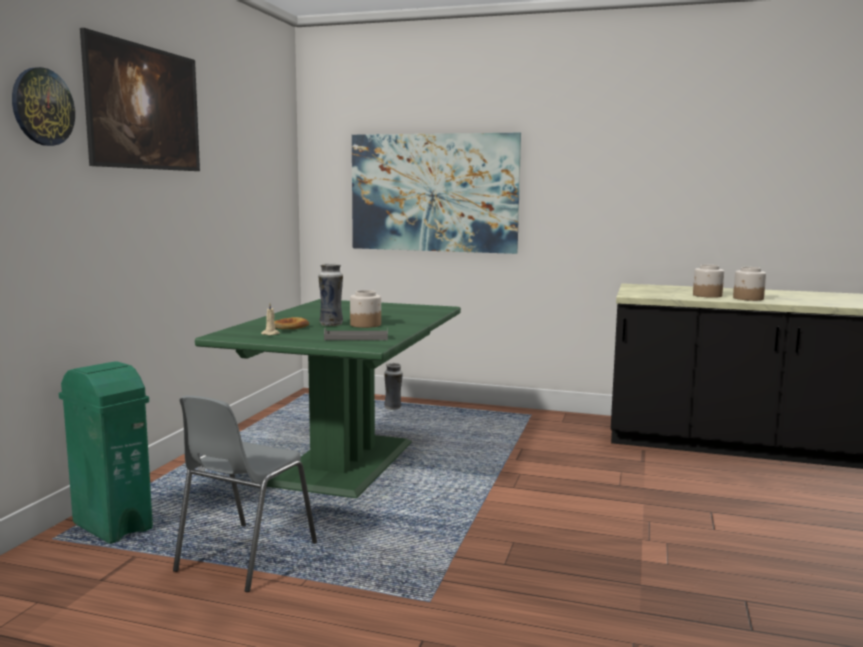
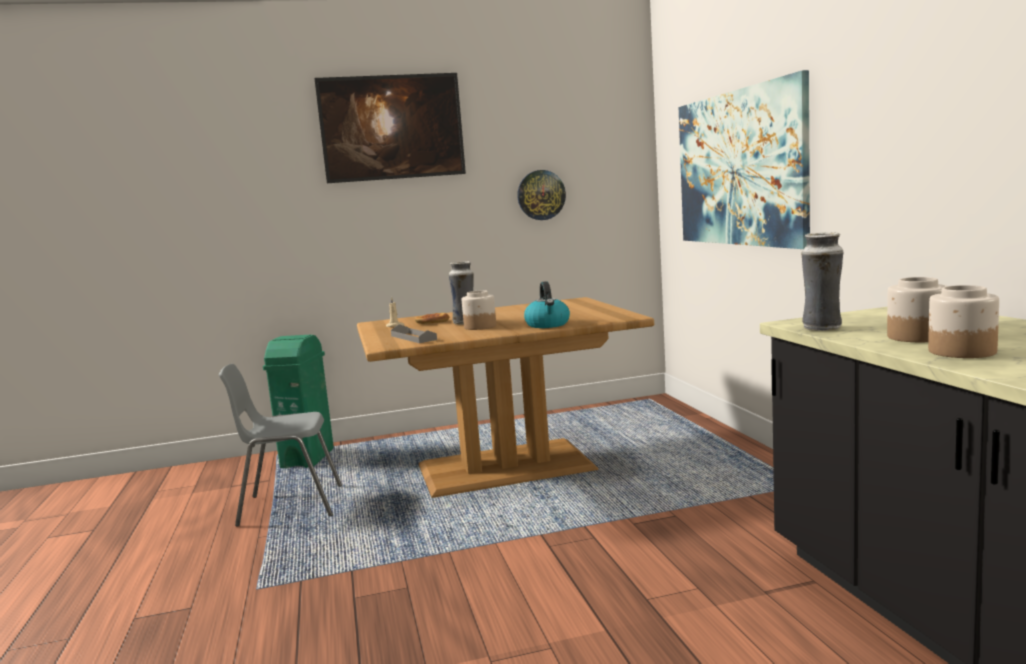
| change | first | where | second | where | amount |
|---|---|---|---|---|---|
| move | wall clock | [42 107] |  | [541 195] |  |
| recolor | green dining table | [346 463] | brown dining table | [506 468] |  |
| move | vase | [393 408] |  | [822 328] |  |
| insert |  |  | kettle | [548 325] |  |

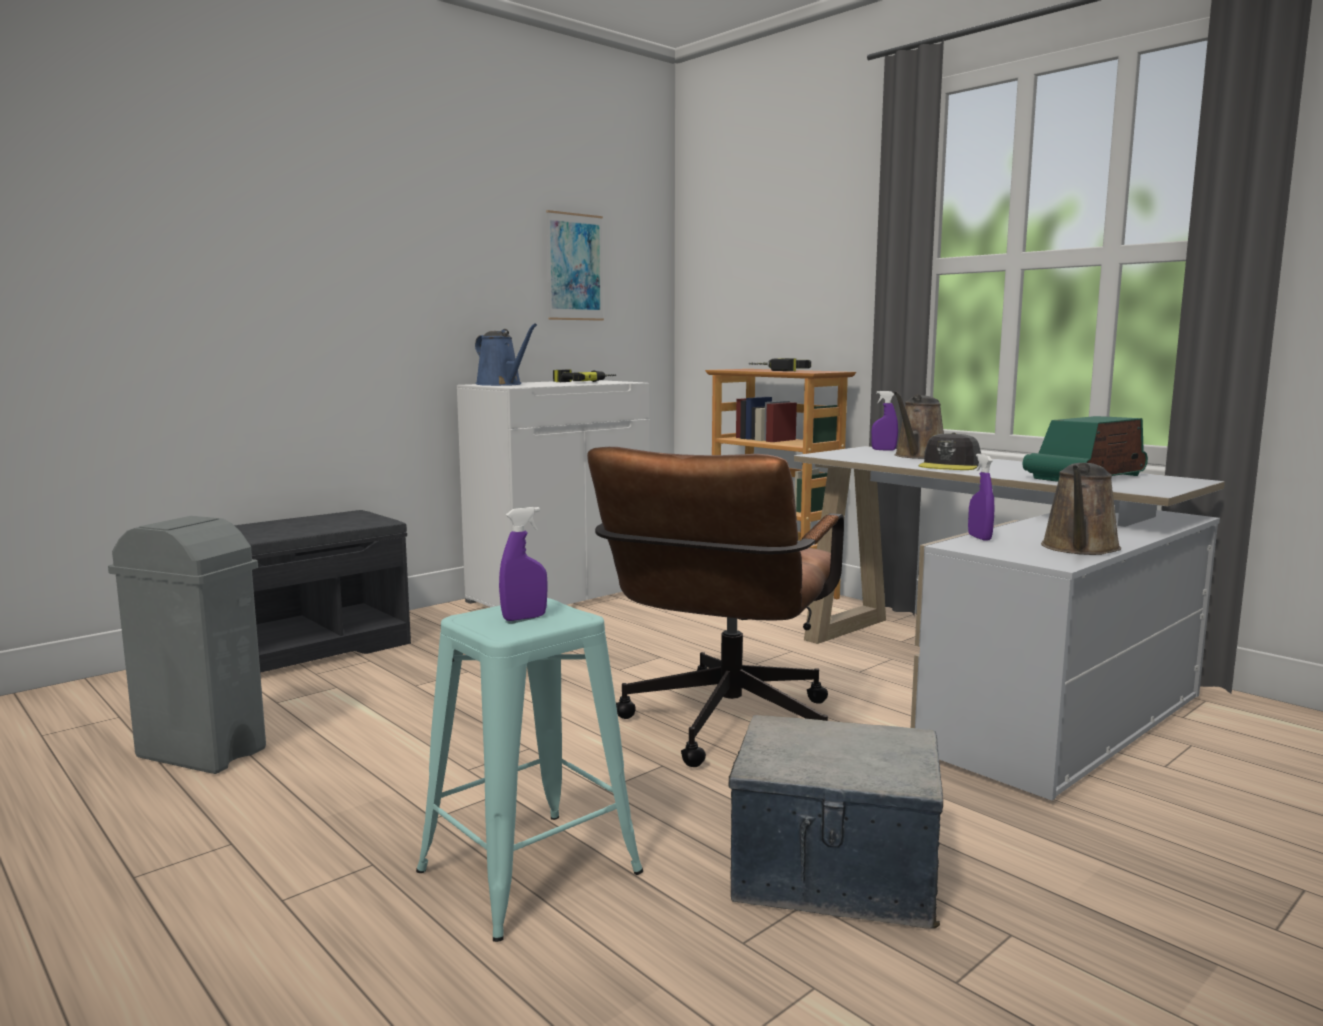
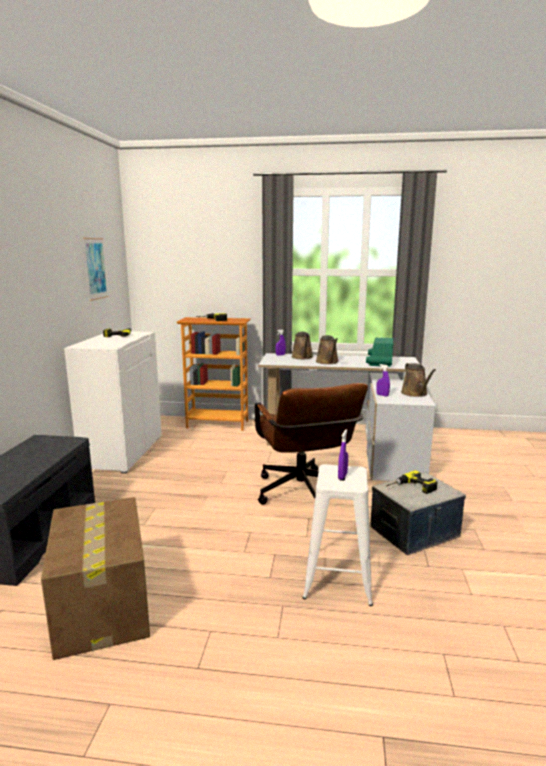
| change | first | where | second | where | amount |
|---|---|---|---|---|---|
| replace | grey trash can | [201 753] | cardboard box | [102 603] |  |
| recolor | turquoise stool | [529 872] | white stool | [338 578] |  |
| delete | blue watering can | [502 384] |  |  |  |
| replace | grey cap | [950 466] | brown watering can | [328 362] |  |
| insert |  |  | power drill | [411 488] |  |

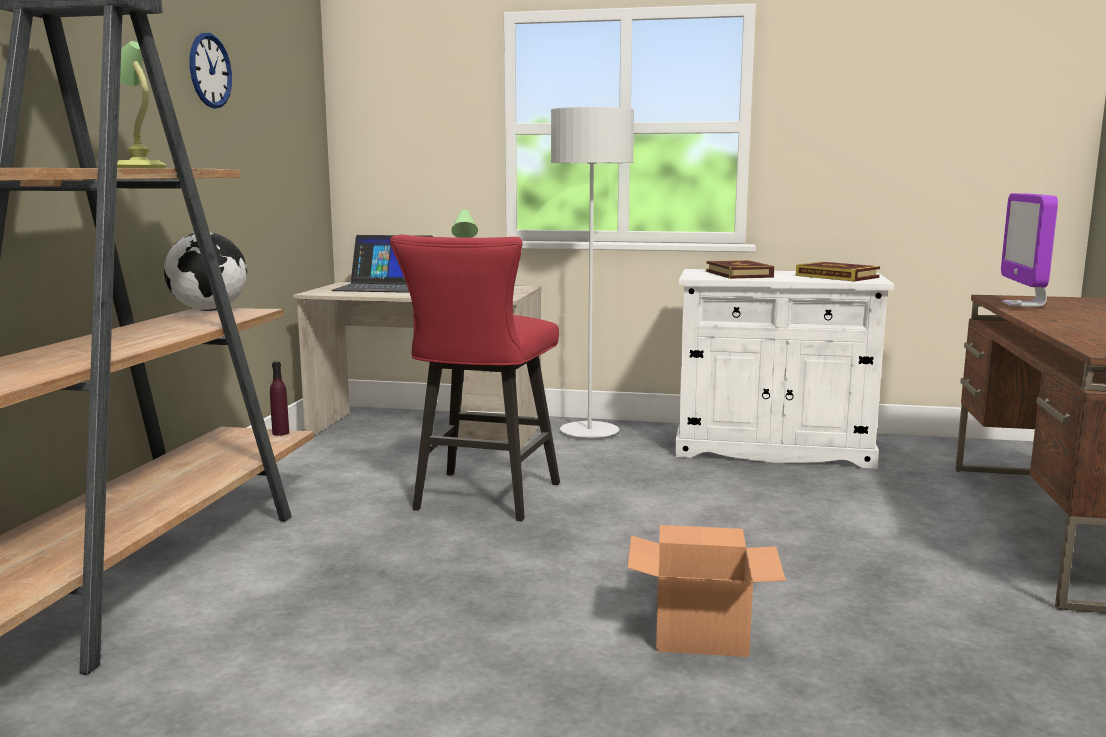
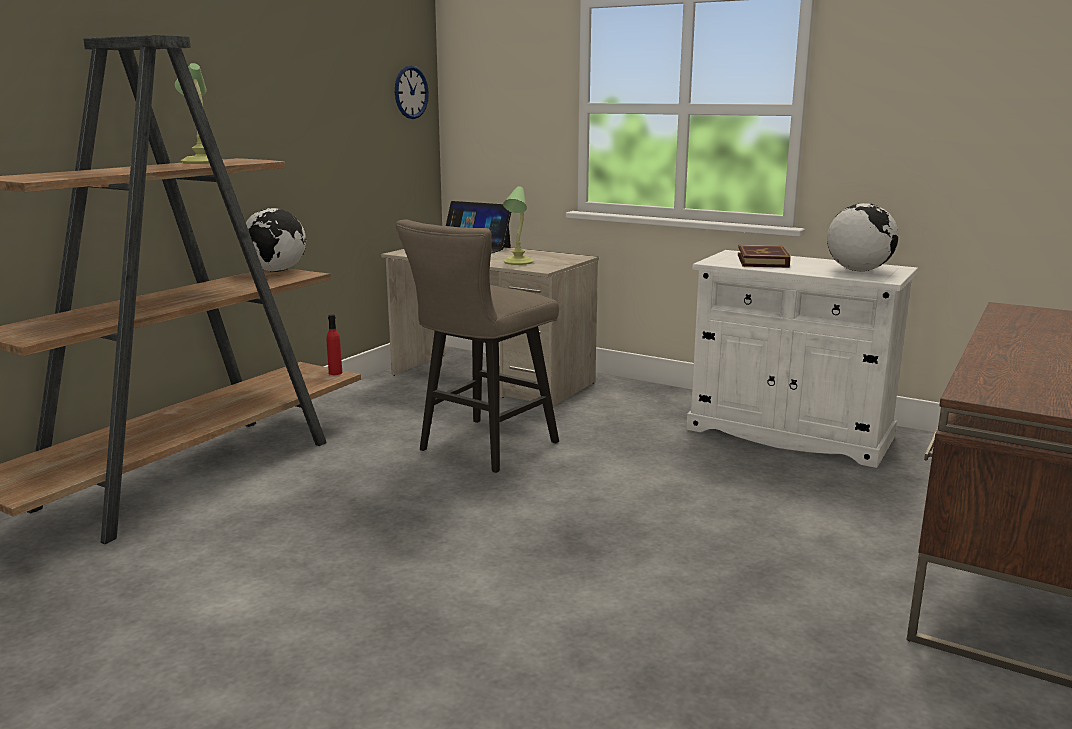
| change | first | where | second | where | amount |
|---|---|---|---|---|---|
| move | wall clock | [210 70] |  | [411 92] |  |
| recolor | purple bottle | [280 433] | red bottle | [335 373] |  |
| recolor | red stool | [482 500] | beige stool | [481 448] |  |
| delete | grey floor lamp | [589 432] |  |  |  |
| delete | cardboard box | [699 633] |  |  |  |
| replace | book | [837 276] | globe | [858 270] |  |
| delete | monitor | [1023 304] |  |  |  |

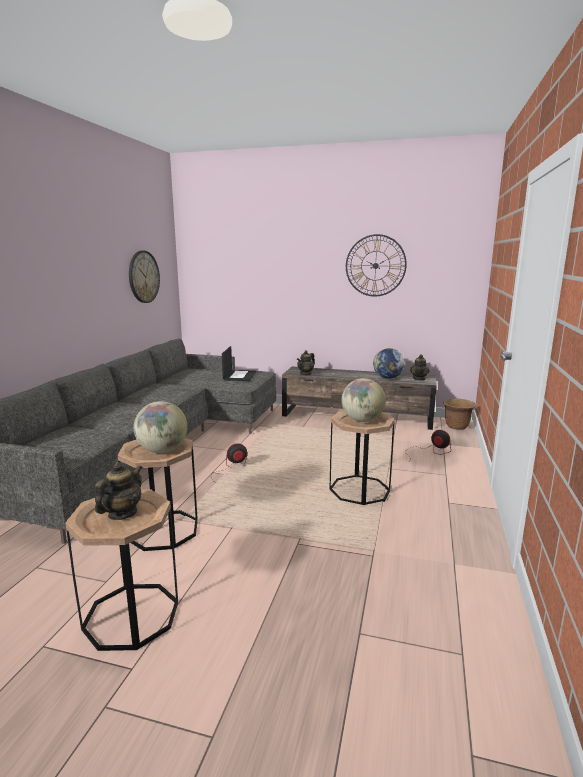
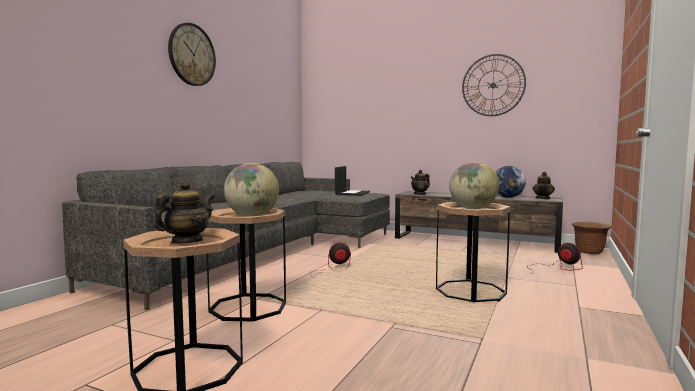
| change | first | where | second | where | amount |
|---|---|---|---|---|---|
| move | wall clock | [143 277] |  | [192 55] |  |

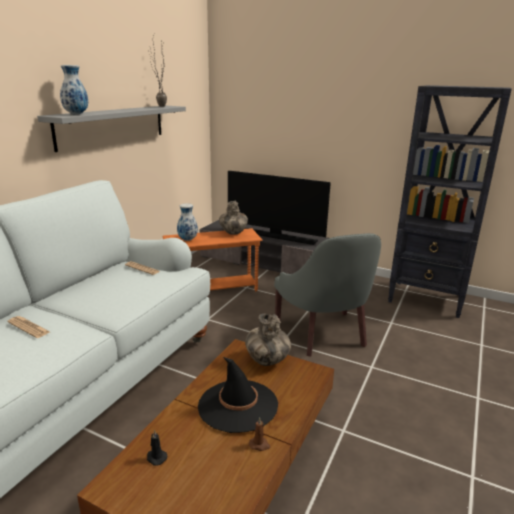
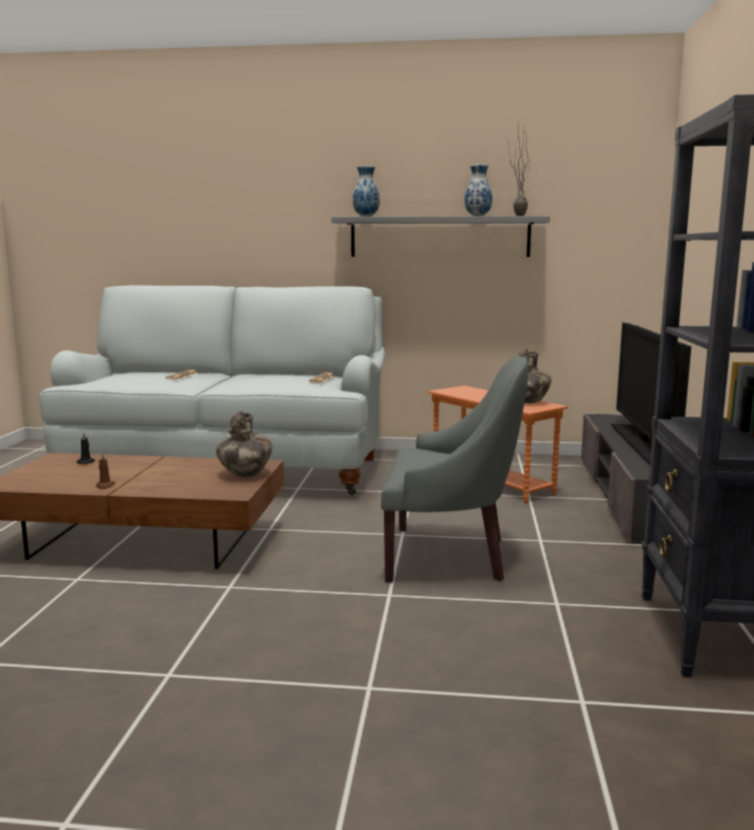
| change | first | where | second | where | amount |
|---|---|---|---|---|---|
| move | vase | [188 239] |  | [478 216] |  |
| delete | black hat | [238 405] |  |  |  |
| rotate | grey armchair | [324 334] |  | [449 556] | 135 degrees counterclockwise |

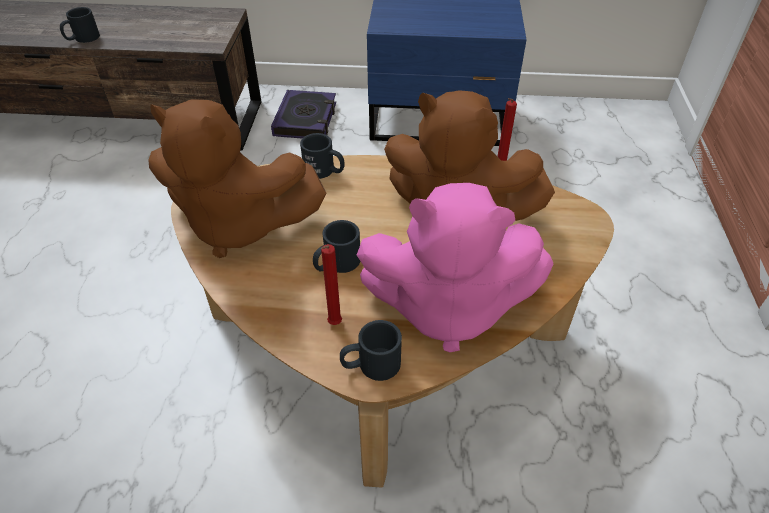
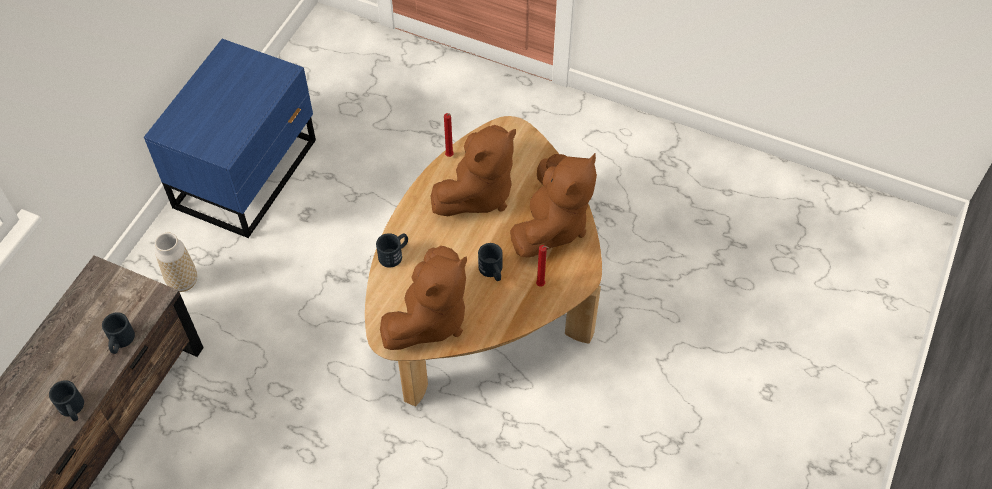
| change | first | where | second | where | amount |
|---|---|---|---|---|---|
| replace | book | [306 120] | vase | [183 281] |  |
| move | black mug | [370 365] |  | [120 342] |  |
| recolor | pink plush toy | [447 308] | brown plush toy | [551 226] |  |

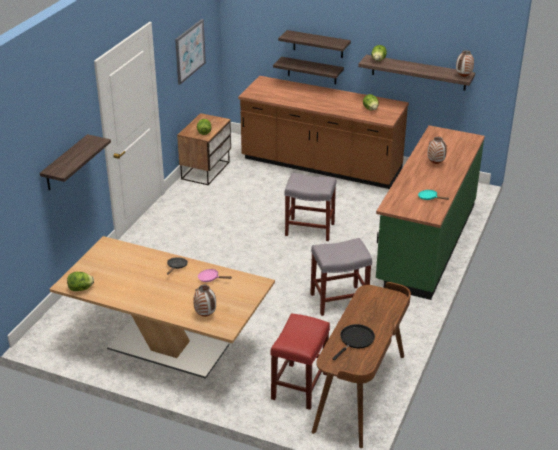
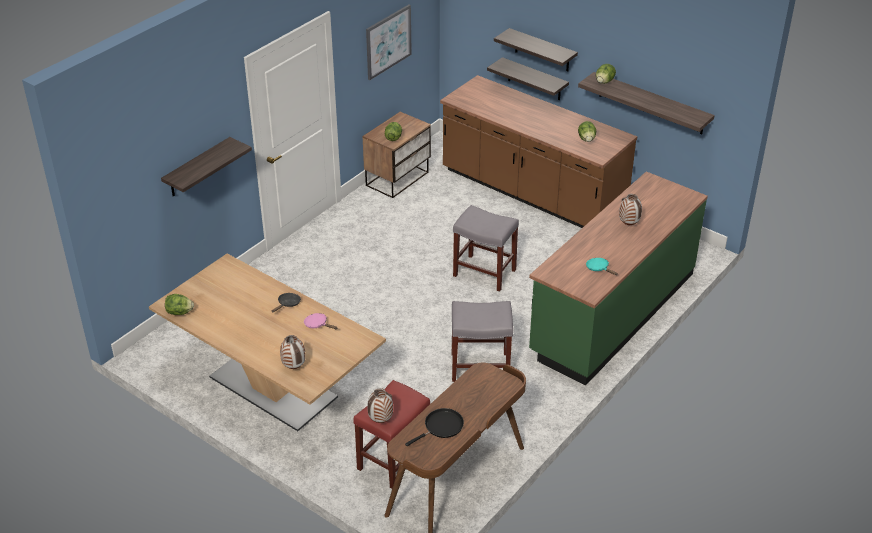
| change | first | where | second | where | amount |
|---|---|---|---|---|---|
| move | vase | [463 76] |  | [381 420] |  |

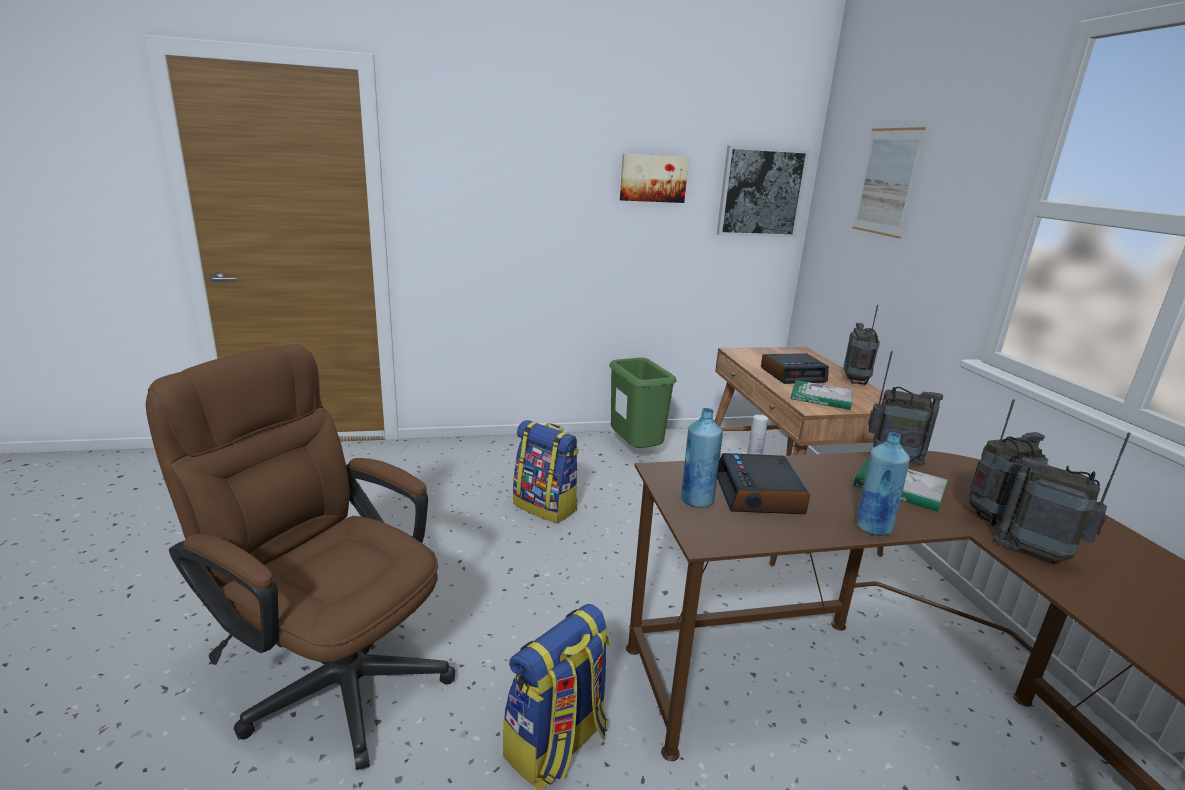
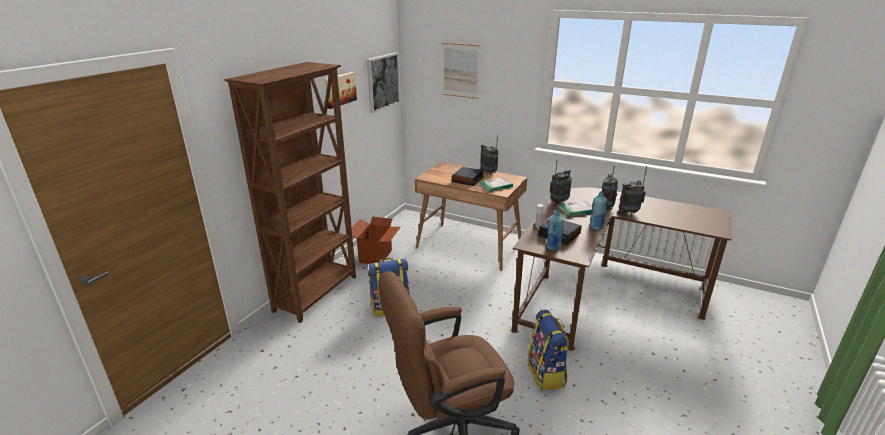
| change | first | where | second | where | amount |
|---|---|---|---|---|---|
| replace | green trash can | [636 451] | cardboard box | [376 256] |  |
| insert |  |  | brown bookcase | [317 293] |  |

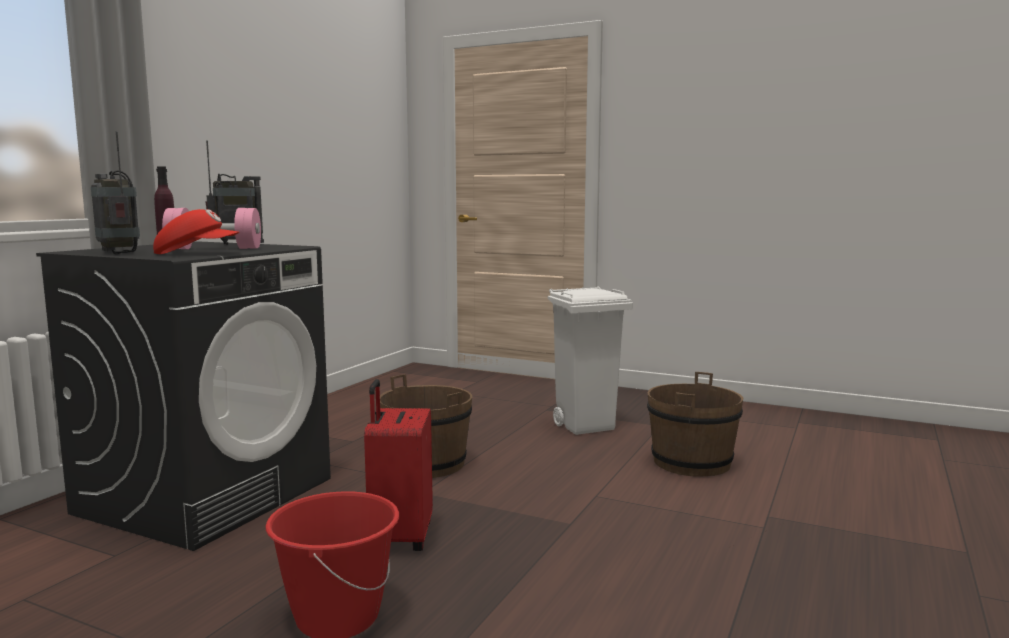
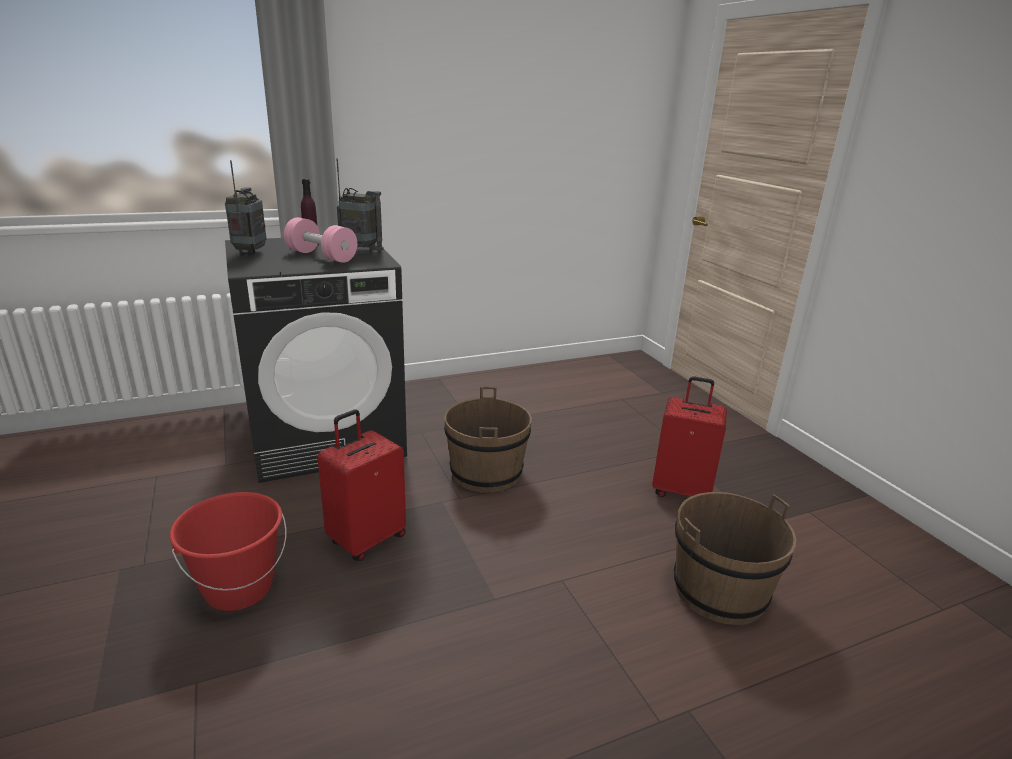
| change | first | where | second | where | amount |
|---|---|---|---|---|---|
| delete | red cap | [196 253] |  |  |  |
| replace | white trash can | [586 426] | red suitcase | [682 491] |  |

